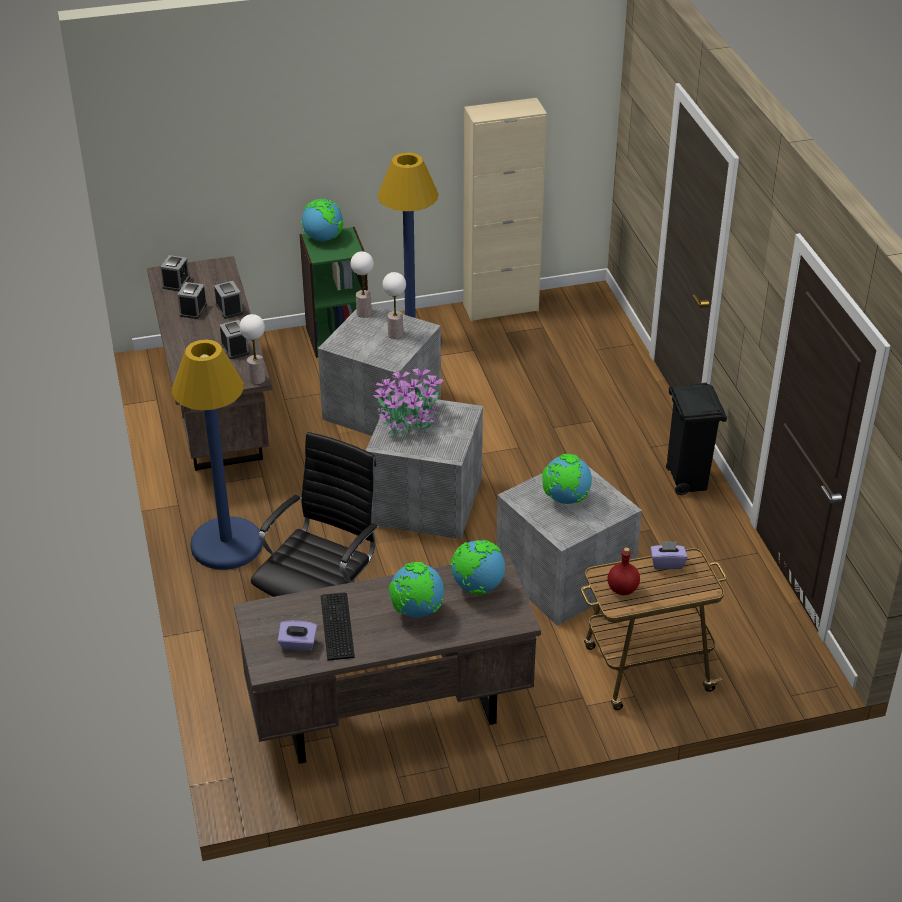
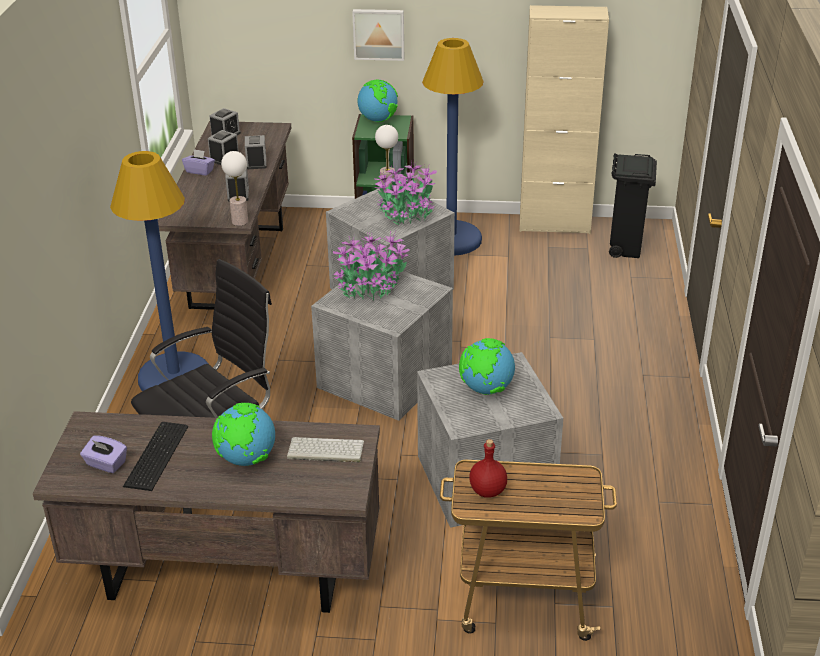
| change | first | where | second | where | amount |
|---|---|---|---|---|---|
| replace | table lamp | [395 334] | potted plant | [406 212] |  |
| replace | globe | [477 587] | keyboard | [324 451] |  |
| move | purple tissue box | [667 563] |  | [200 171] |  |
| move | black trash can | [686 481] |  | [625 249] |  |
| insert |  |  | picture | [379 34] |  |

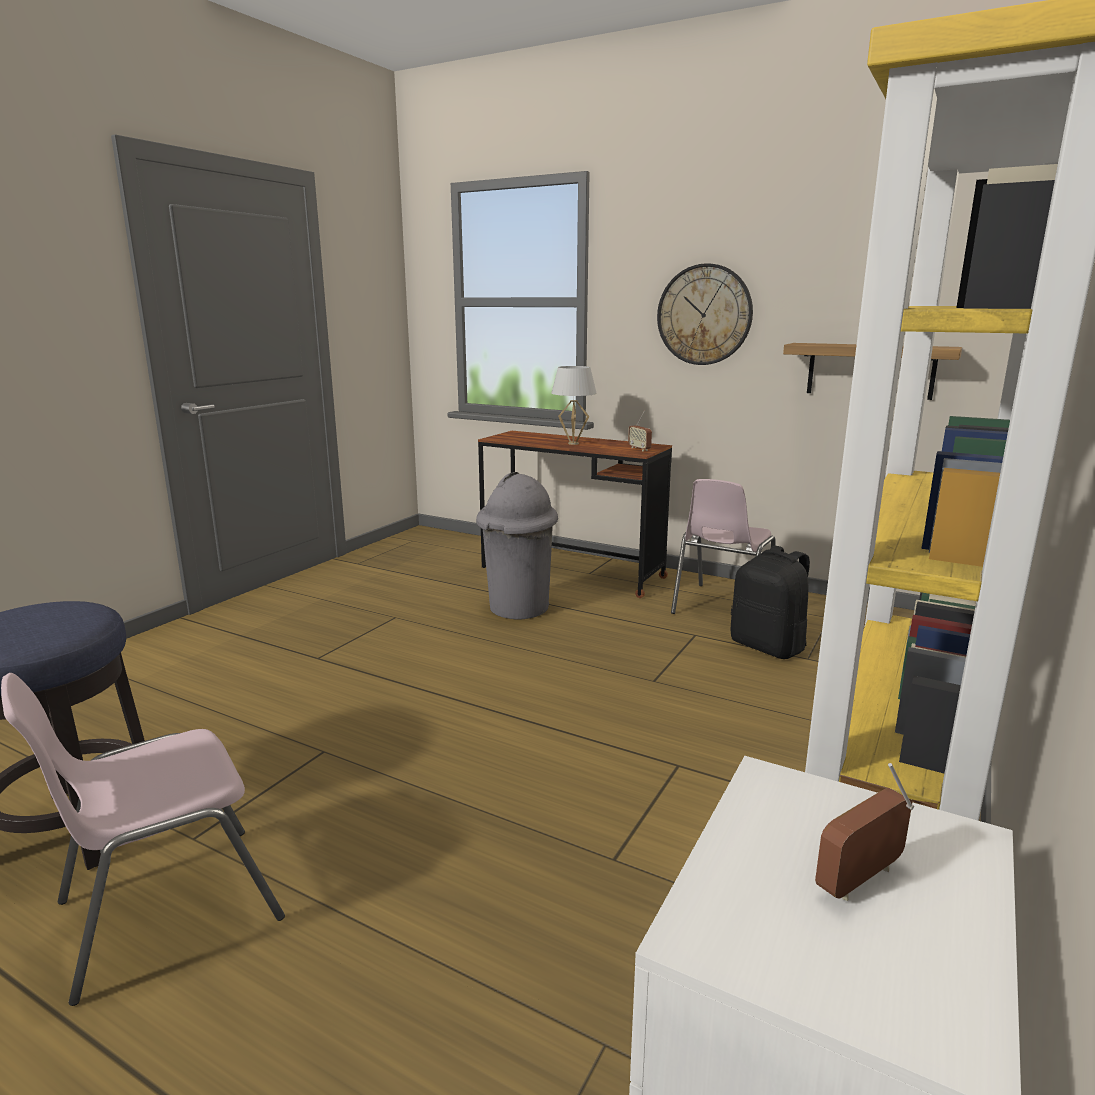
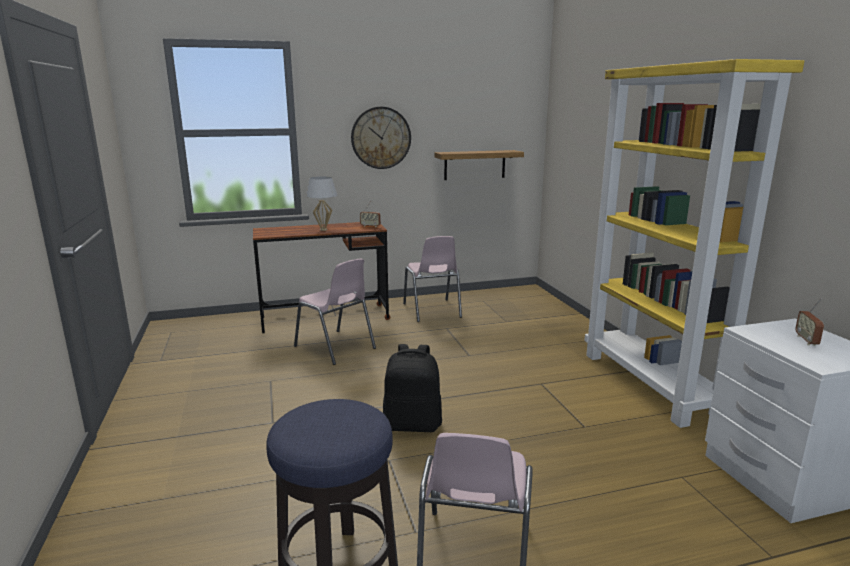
| change | first | where | second | where | amount |
|---|---|---|---|---|---|
| replace | grey trash can | [518 608] | pink chair | [336 348] |  |
| move | black backpack | [768 647] |  | [413 424] |  |

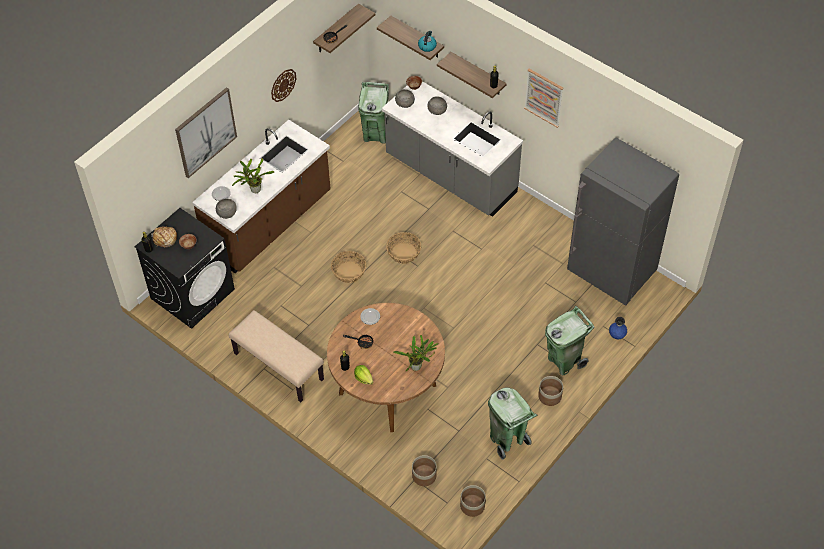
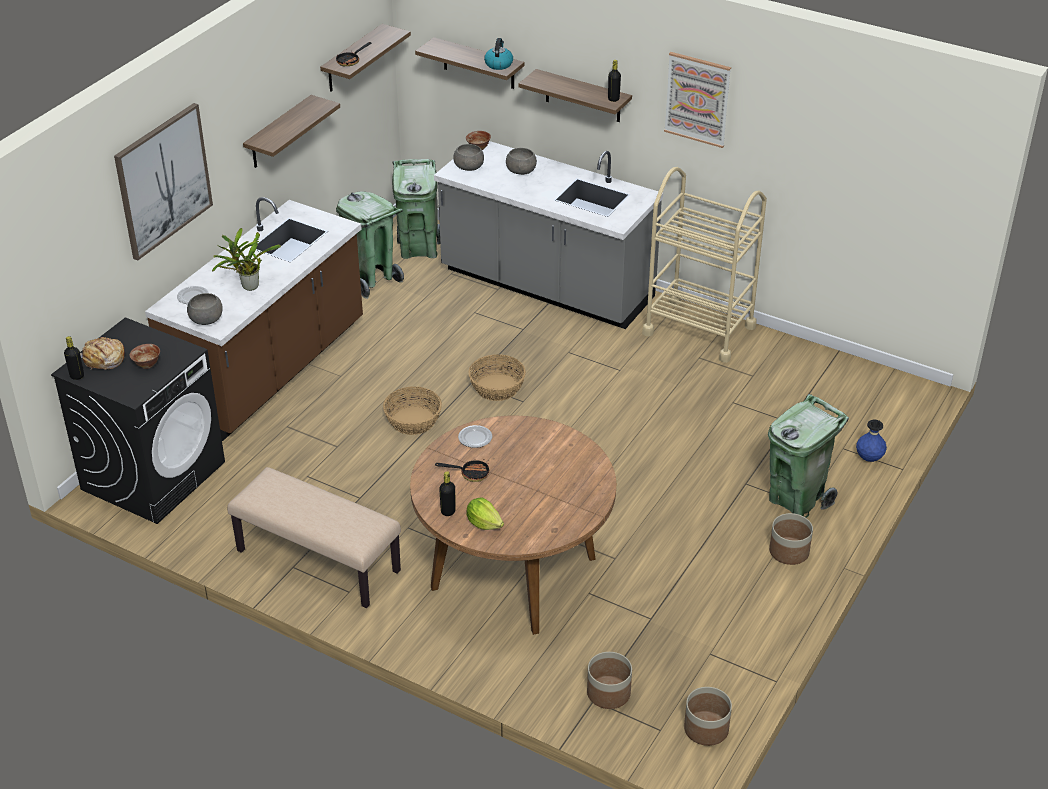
| change | first | where | second | where | amount |
|---|---|---|---|---|---|
| replace | wall clock | [283 85] | shelf | [279 133] |  |
| delete | potted plant | [417 367] |  |  |  |
| move | green trash can | [507 439] |  | [372 280] |  |
| delete | grey fridge | [611 274] |  |  |  |
| insert |  |  | beige cart | [699 330] |  |

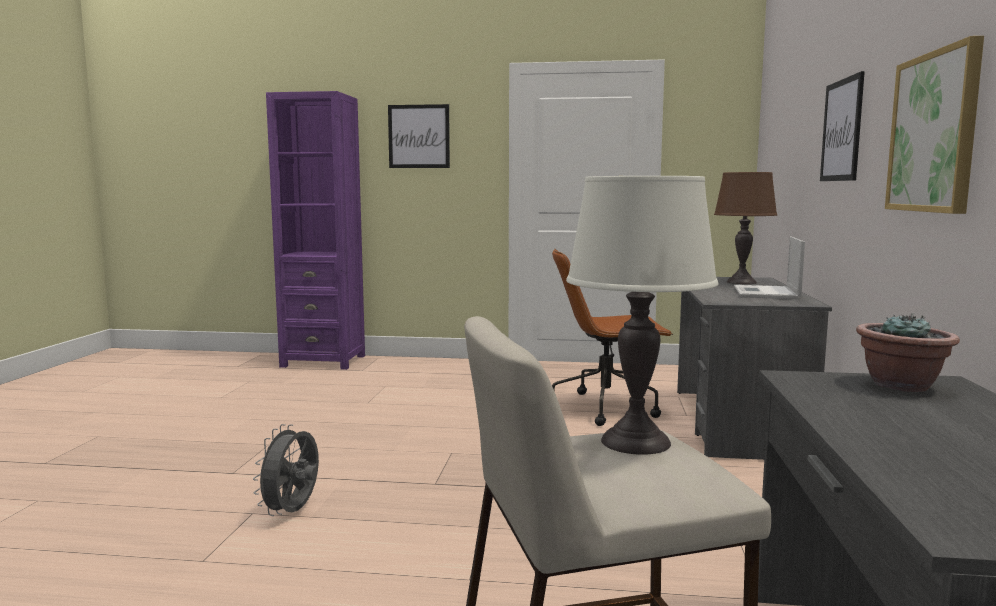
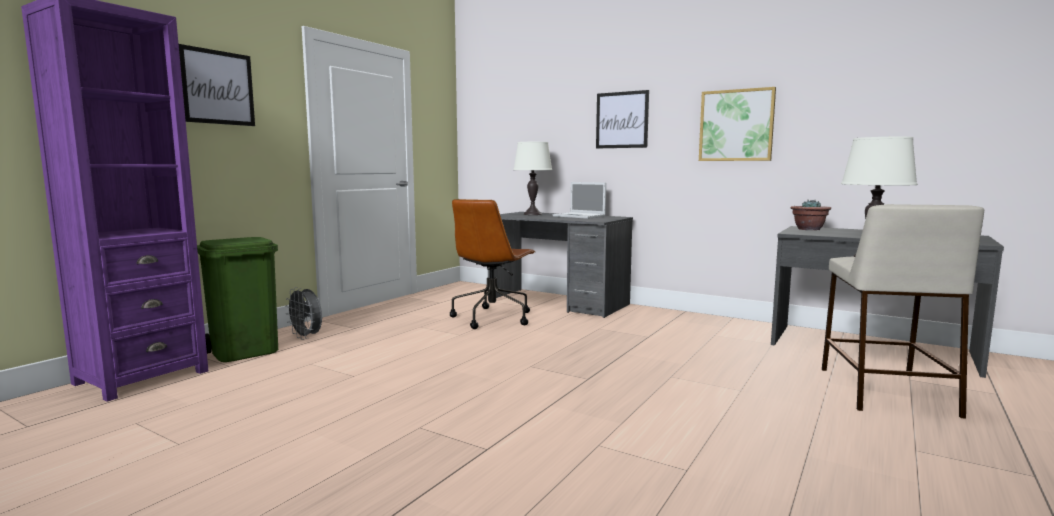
| change | first | where | second | where | amount |
|---|---|---|---|---|---|
| move | grey fan | [293 513] |  | [307 337] |  |
| recolor | brown table lamp | [741 282] | white table lamp | [532 214] |  |
| insert |  |  | green trash can | [245 352] |  |

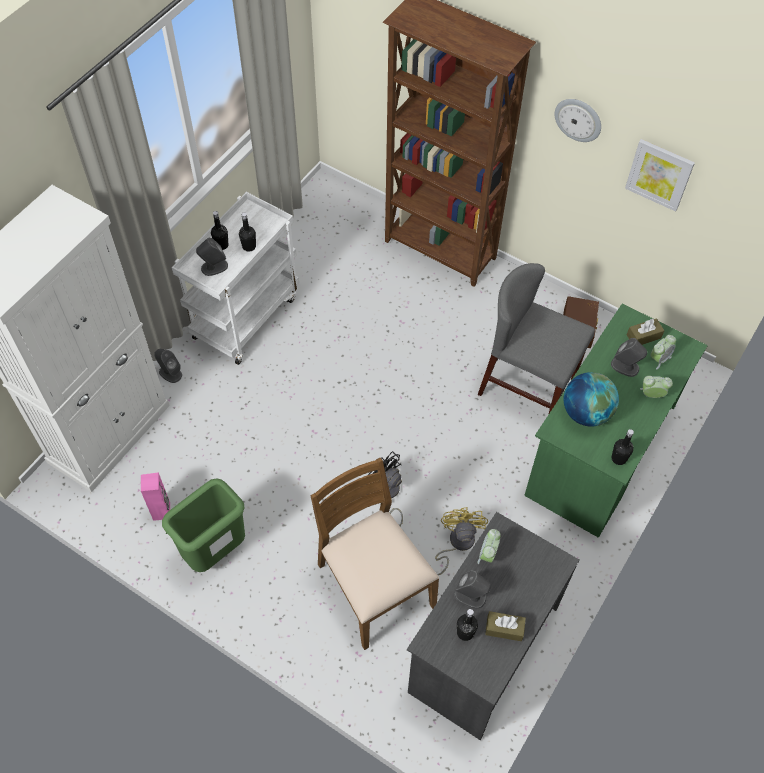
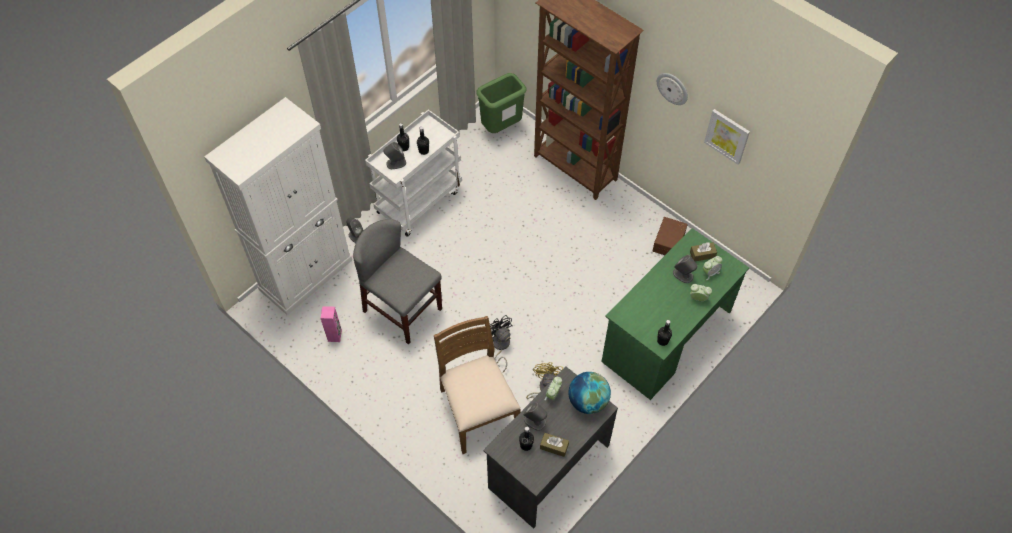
| change | first | where | second | where | amount |
|---|---|---|---|---|---|
| move | green trash can | [215 550] |  | [501 127] |  |
| move | grey chair | [527 386] |  | [402 310] |  |
| move | globe | [586 413] |  | [588 401] |  |

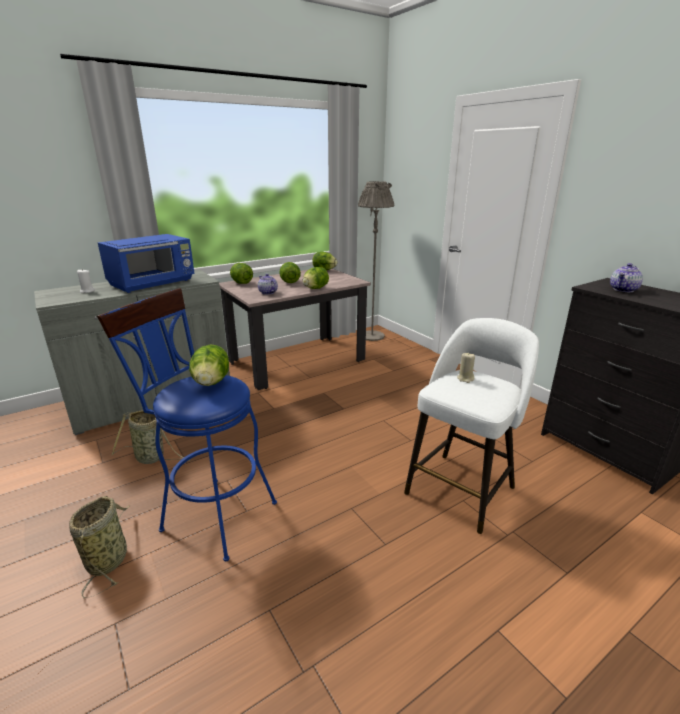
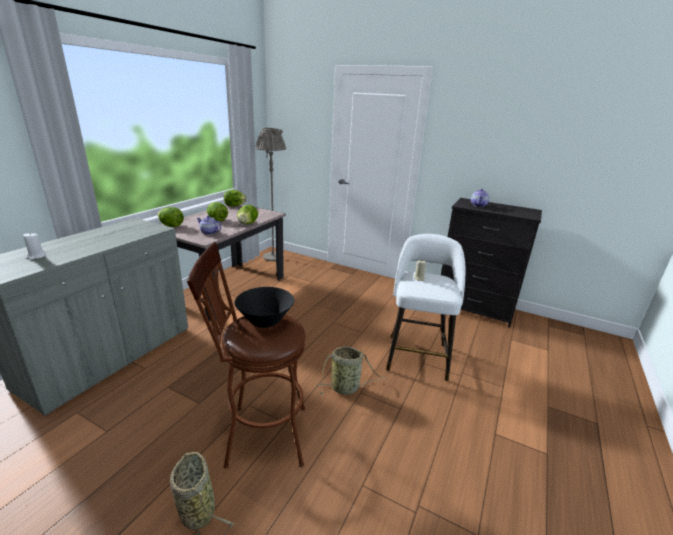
| change | first | where | second | where | amount |
|---|---|---|---|---|---|
| recolor | blue stool | [212 513] | brown stool | [259 435] |  |
| delete | blue microwave | [153 283] |  |  |  |
| move | basket | [152 458] |  | [347 387] |  |
| replace | lettuce | [211 382] | black bowl | [265 321] |  |

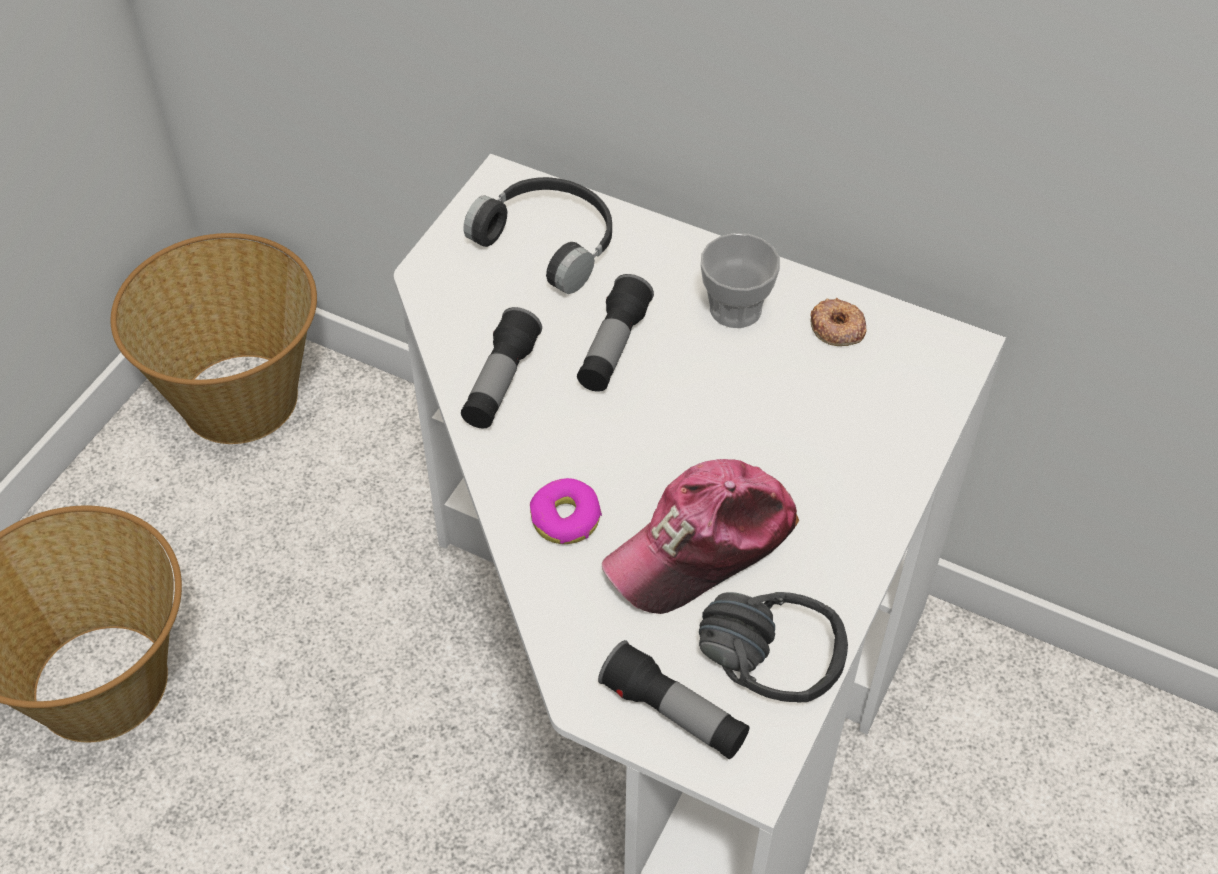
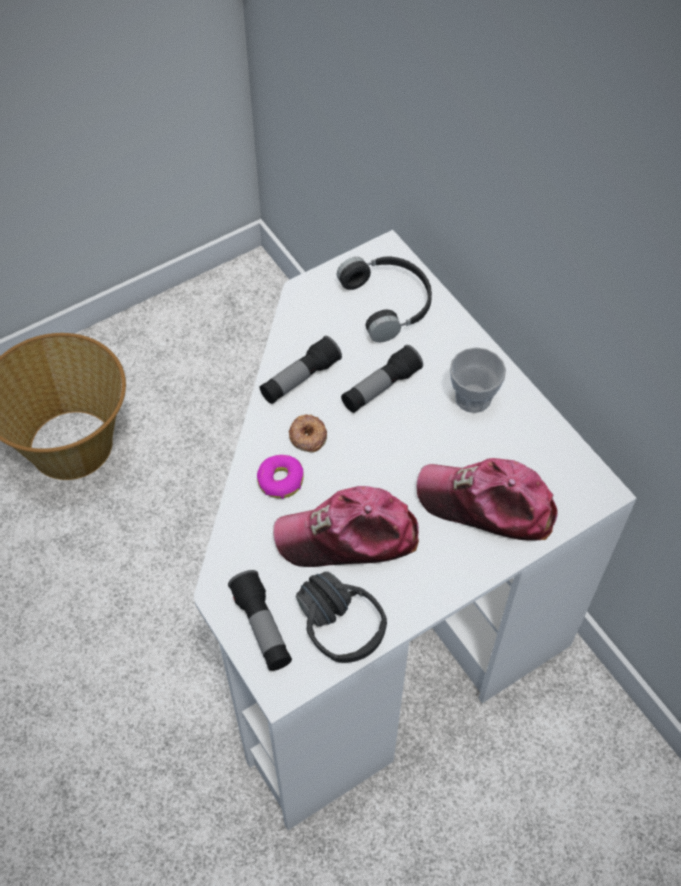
| change | first | where | second | where | amount |
|---|---|---|---|---|---|
| delete | basket | [241 396] |  |  |  |
| move | donut | [837 328] |  | [307 436] |  |
| insert |  |  | cap | [487 504] |  |

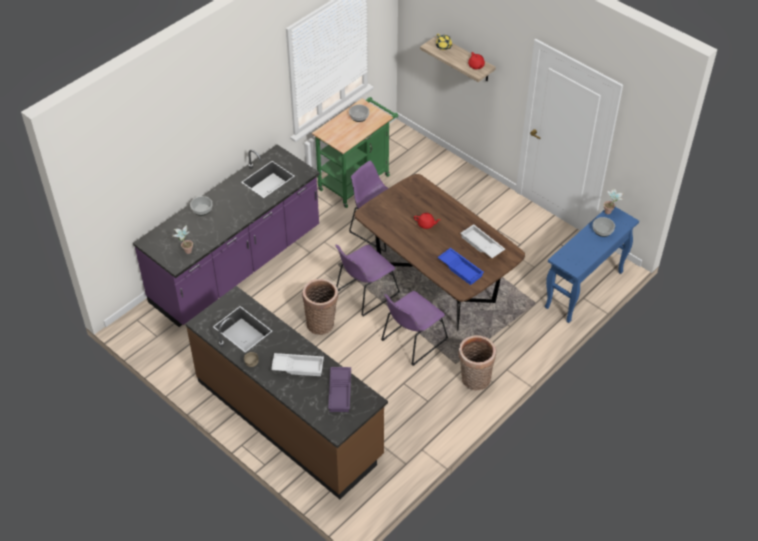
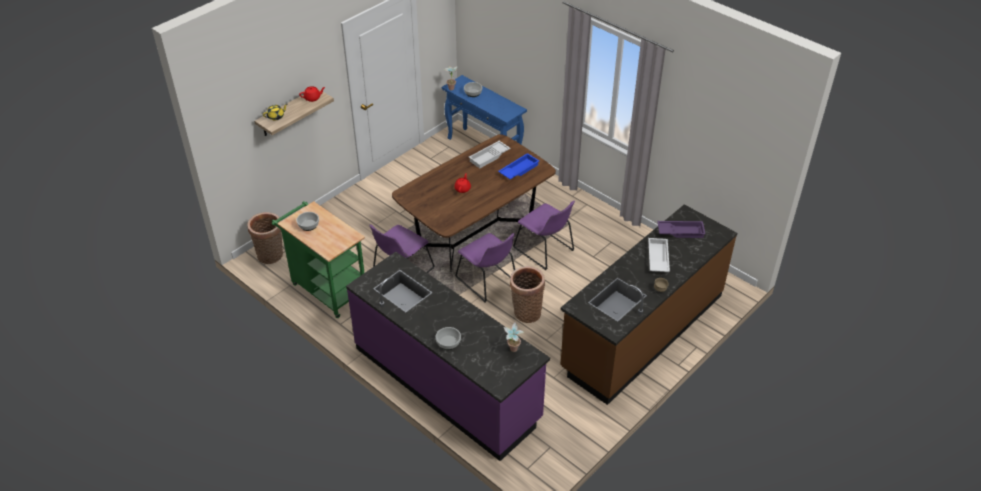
| change | first | where | second | where | amount |
|---|---|---|---|---|---|
| move | basket | [474 380] |  | [271 256] |  |

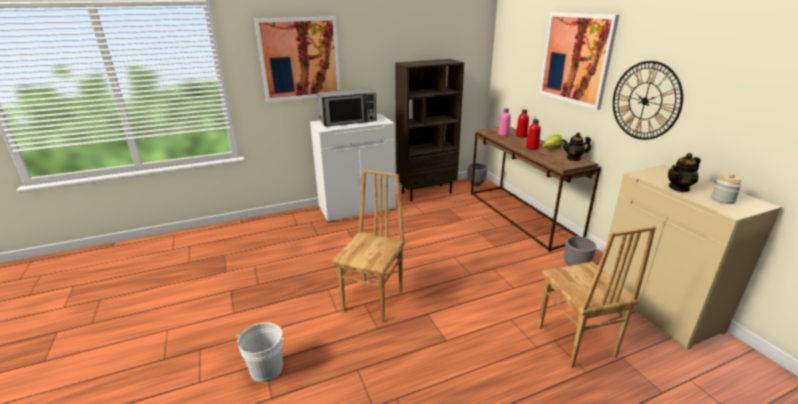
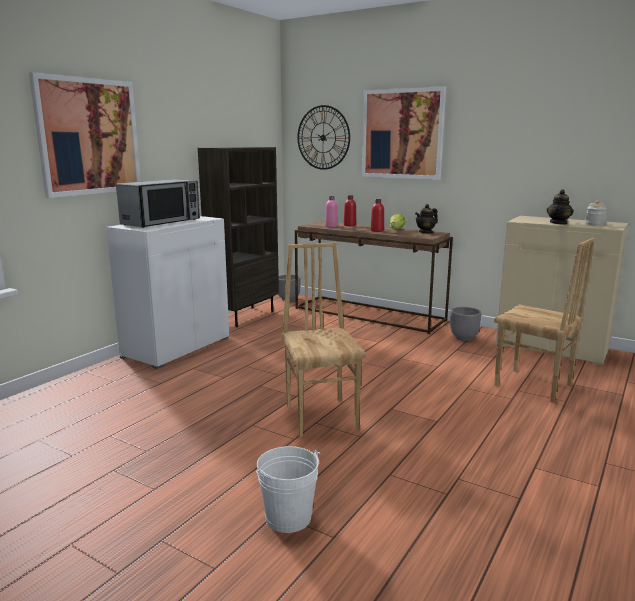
| change | first | where | second | where | amount |
|---|---|---|---|---|---|
| move | wall clock | [645 101] |  | [323 137] |  |

